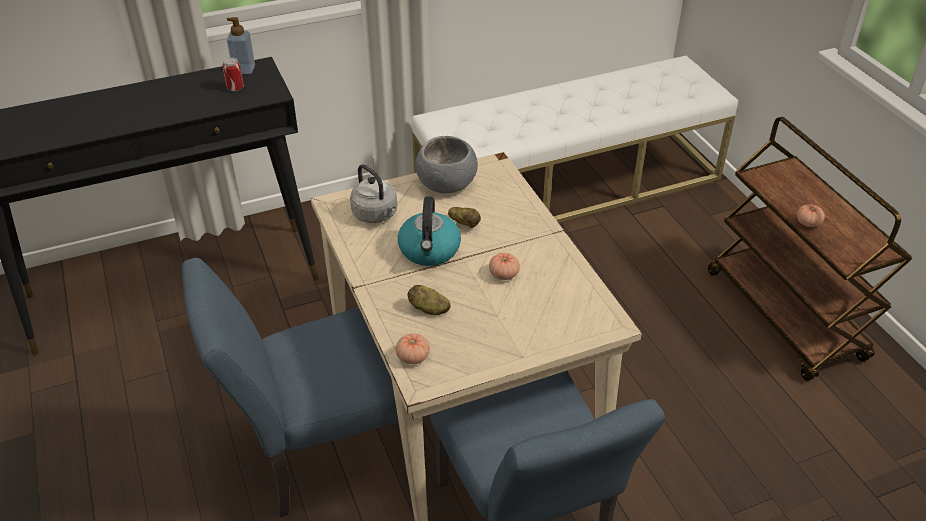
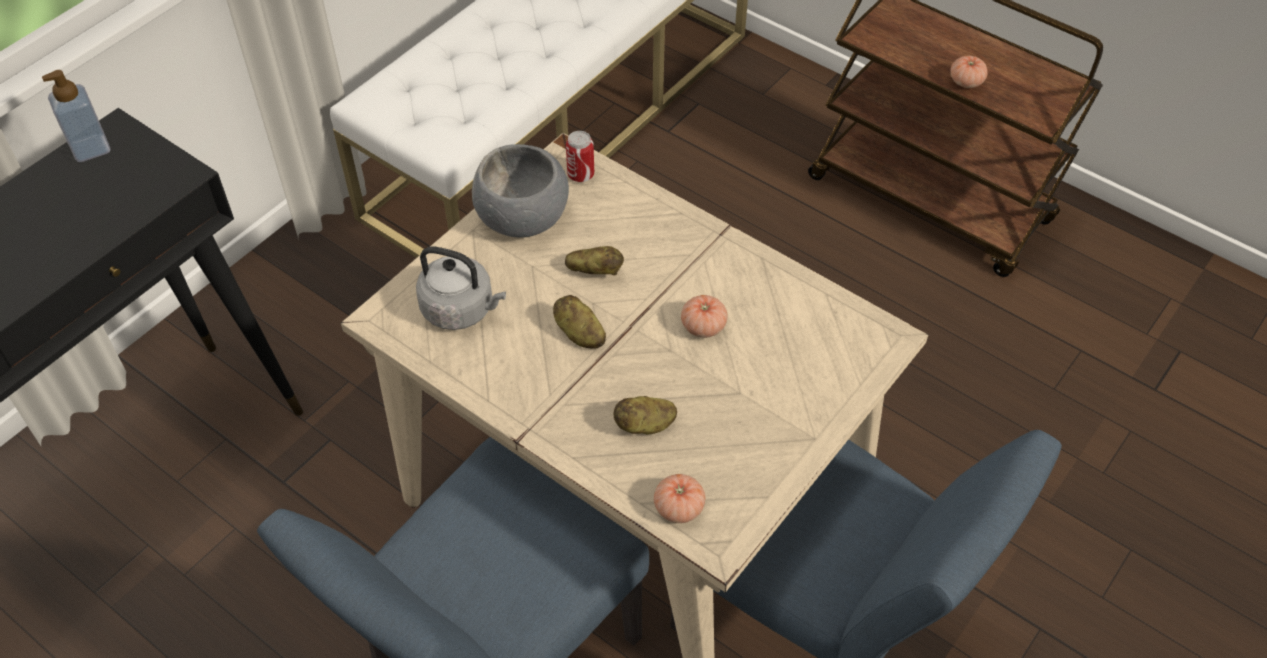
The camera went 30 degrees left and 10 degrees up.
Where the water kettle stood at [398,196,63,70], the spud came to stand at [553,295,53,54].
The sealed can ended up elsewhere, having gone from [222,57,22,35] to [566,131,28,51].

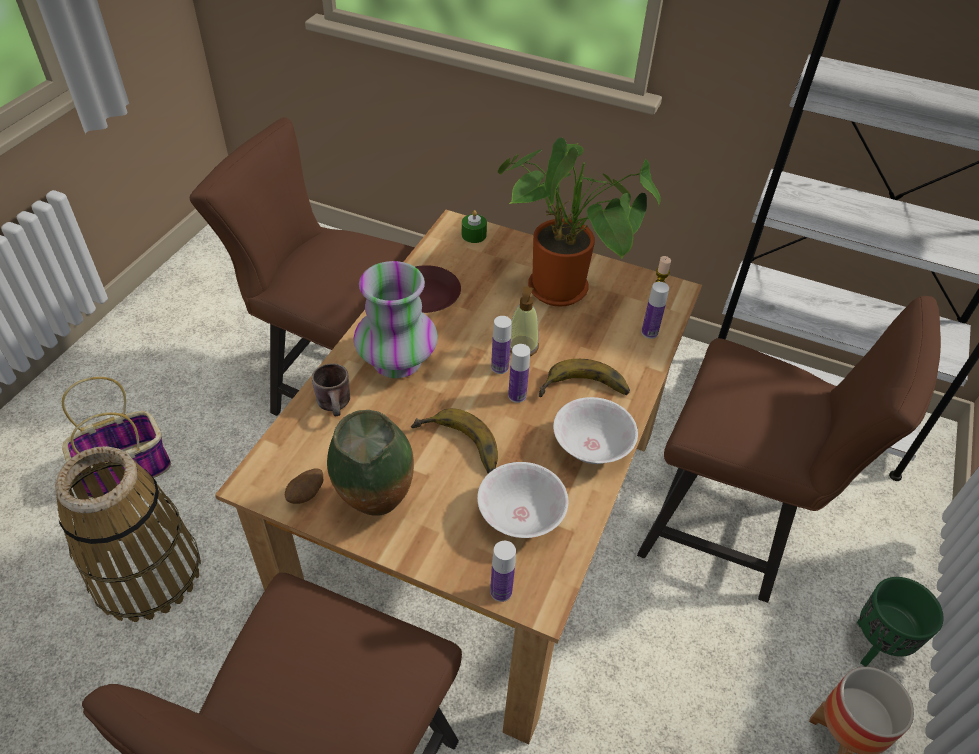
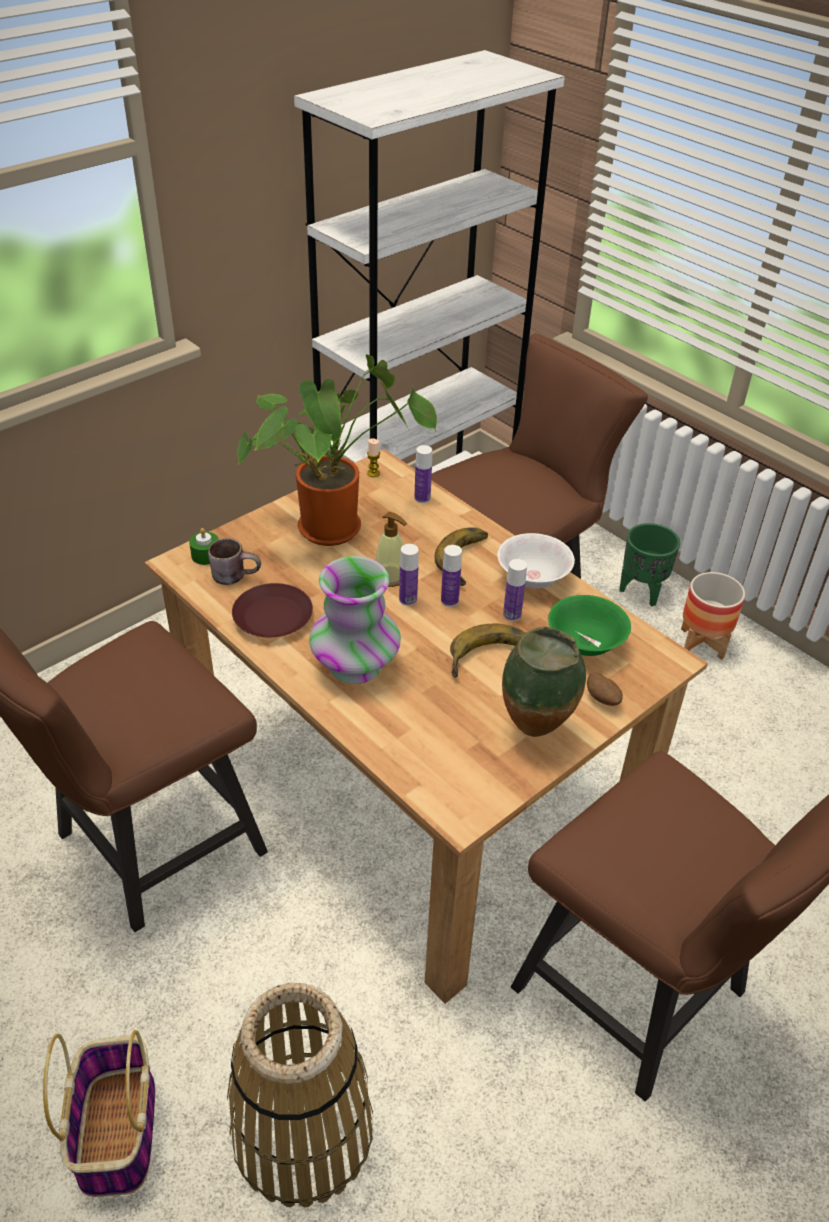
The camera went 65 degrees left and 5 degrees down.
The brownish coffee mug ended up elsewhere, having gone from [311,363,39,53] to [208,538,53,47].
The drink bottle ended up elsewhere, having gone from [490,541,26,61] to [503,559,24,62].
What was the white-coloured bowl at [477,462,91,76] turned into the green bowl at [548,595,83,61].
The spud ended up elsewhere, having gone from [285,468,38,36] to [587,672,36,34].

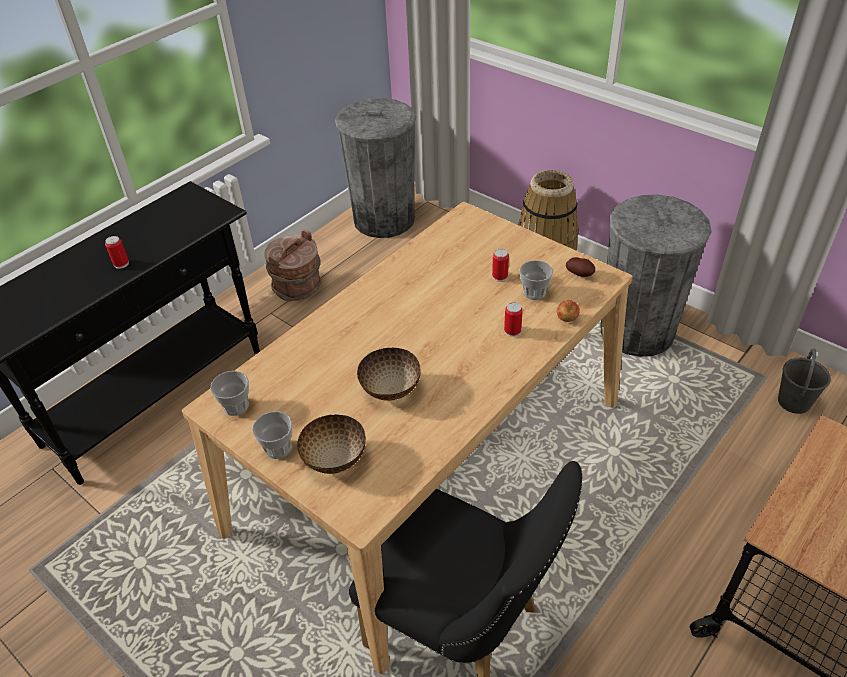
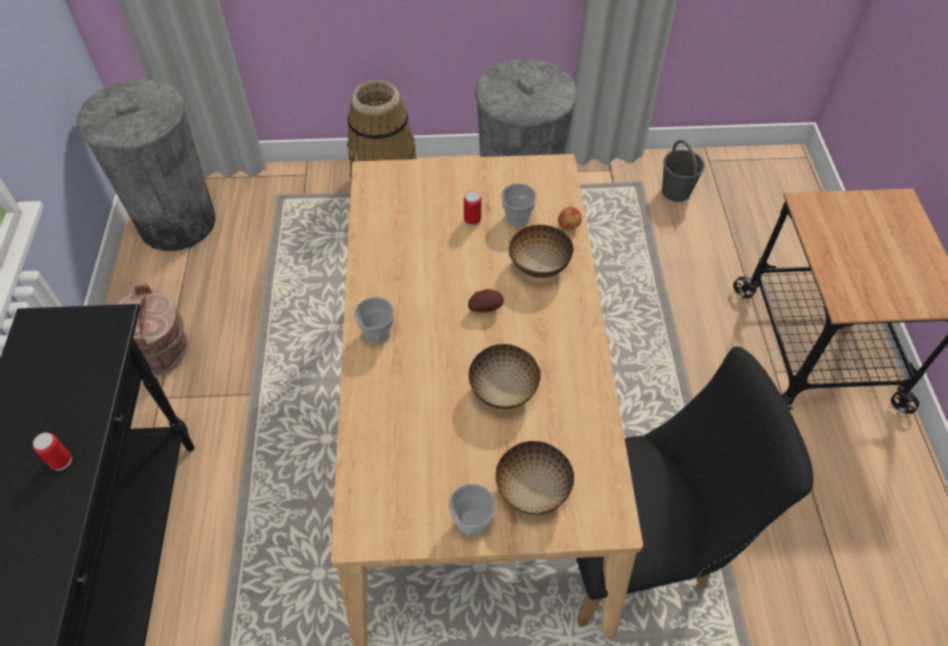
The camera went 45 degrees left and 10 degrees up.
The cup ended up elsewhere, having gone from [210,371,39,45] to [354,297,40,47].
The spud ended up elsewhere, having gone from [566,257,29,20] to [468,289,36,23].
Where the sealed can stood at [504,302,19,35], the bowl came to stand at [509,224,65,54].

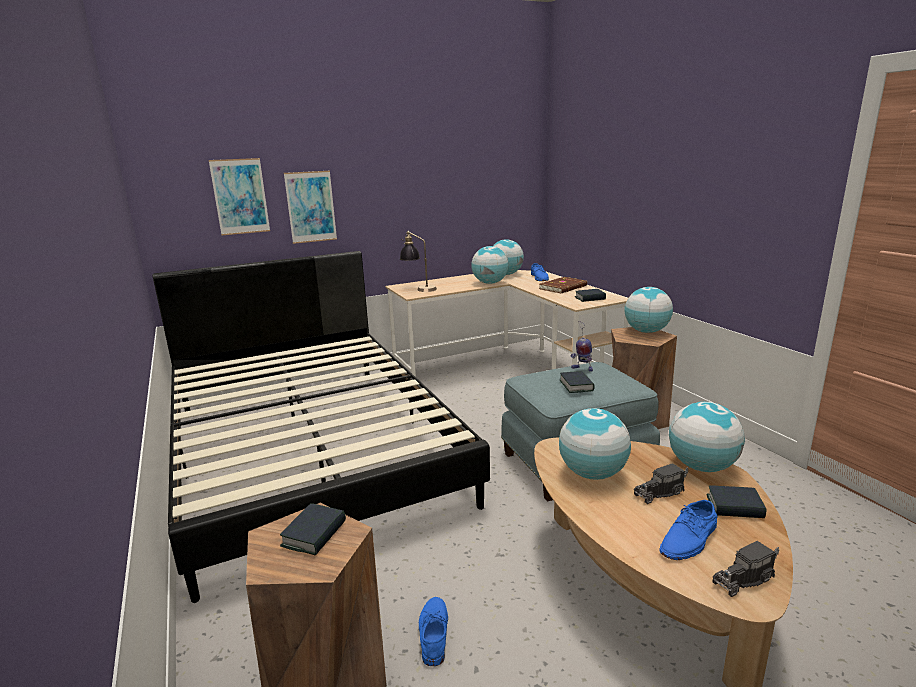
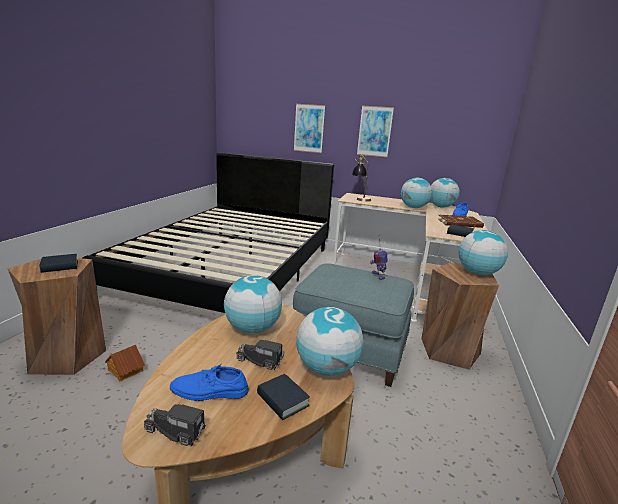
The camera went 40 degrees right and 0 degrees up.
Where the blue item of footwear stood at [419,597,29,69], the toy house came to stand at [105,345,40,37].
The picture ended up elsewhere, having gone from [209,158,61,77] to [357,105,37,52].
The second view lost the bound book at [560,371,35,22].

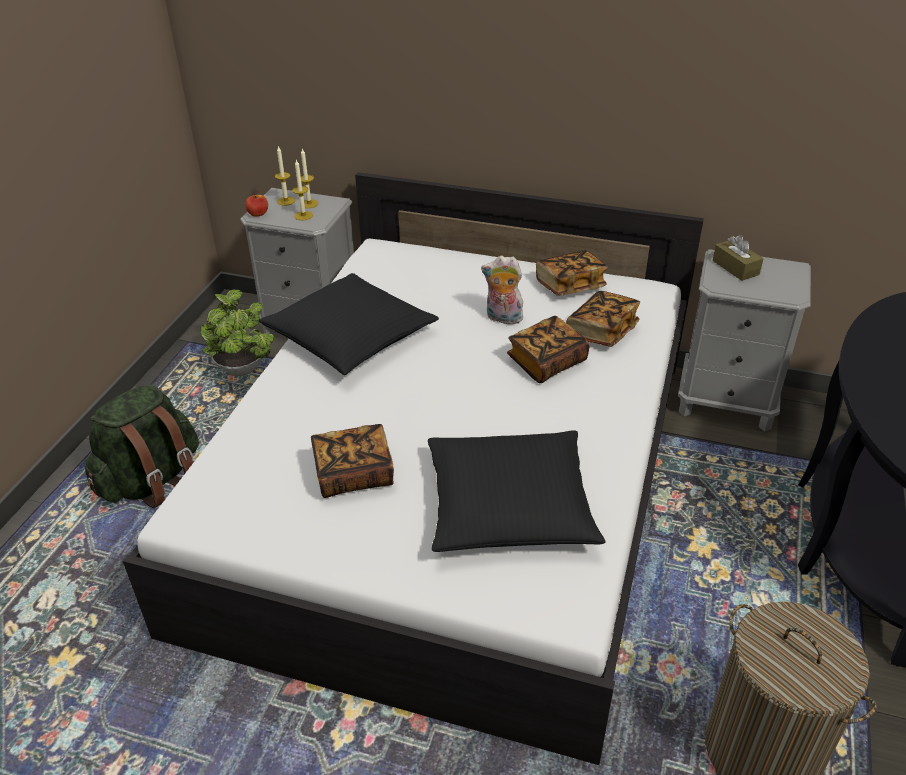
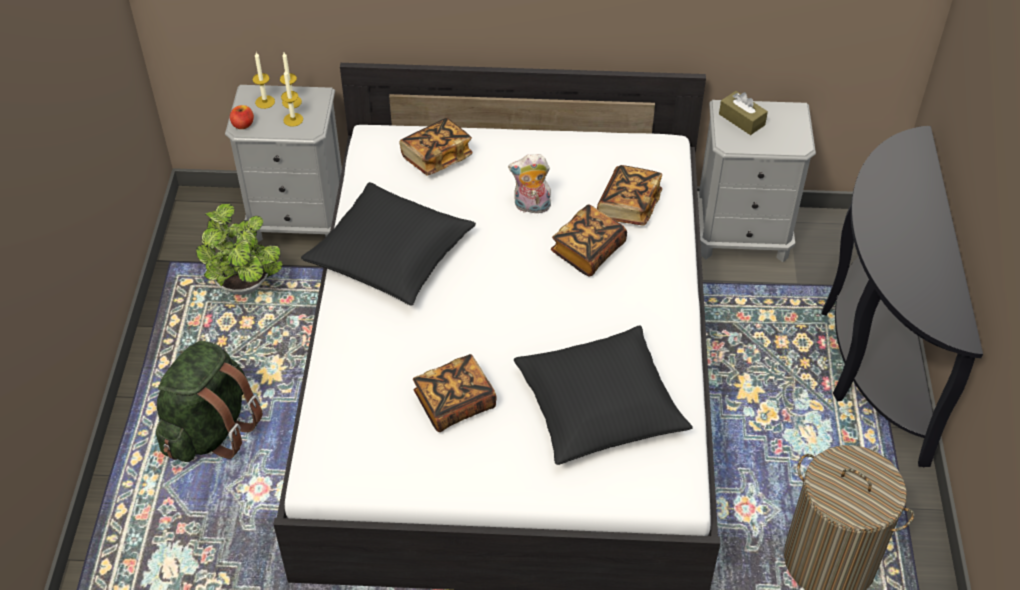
The camera went 15 degrees left and 10 degrees up.
The bound book ended up elsewhere, having gone from [536,250,72,46] to [399,118,74,57].

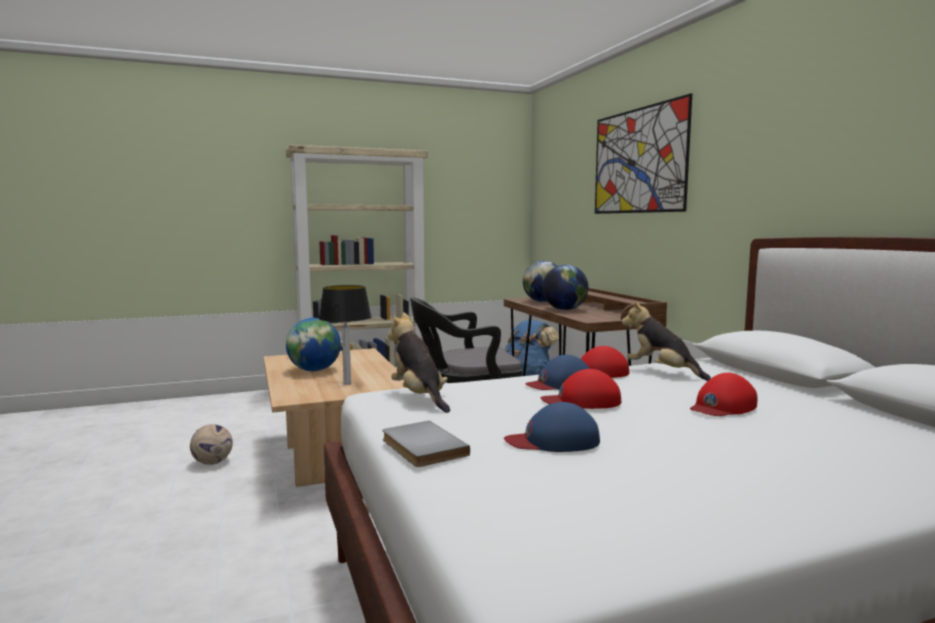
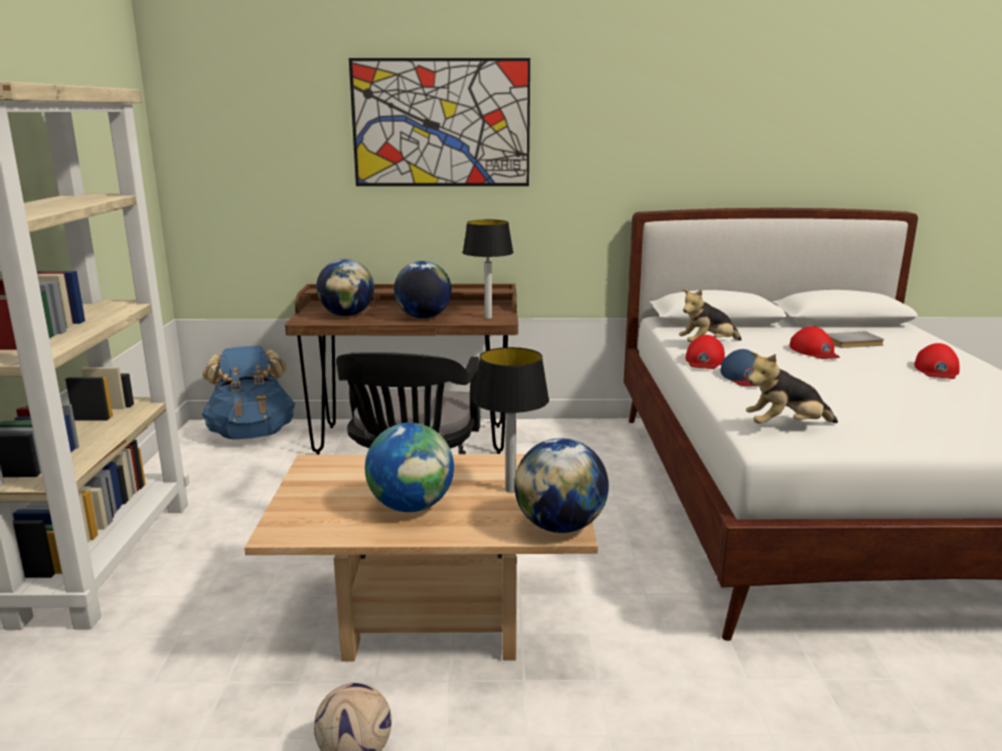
The camera went 70 degrees left and 10 degrees up.
The second view gained the lamp for a table at [462,219,52,100].
The second view gained the desk globe at [514,438,95,95].
The gray bound book ended up elsewhere, having gone from [382,421,88,46] to [827,331,57,17].
The red cap ended up elsewhere, having gone from [540,369,81,40] to [914,343,45,36].
The second view lost the blue cap at [504,402,96,50].

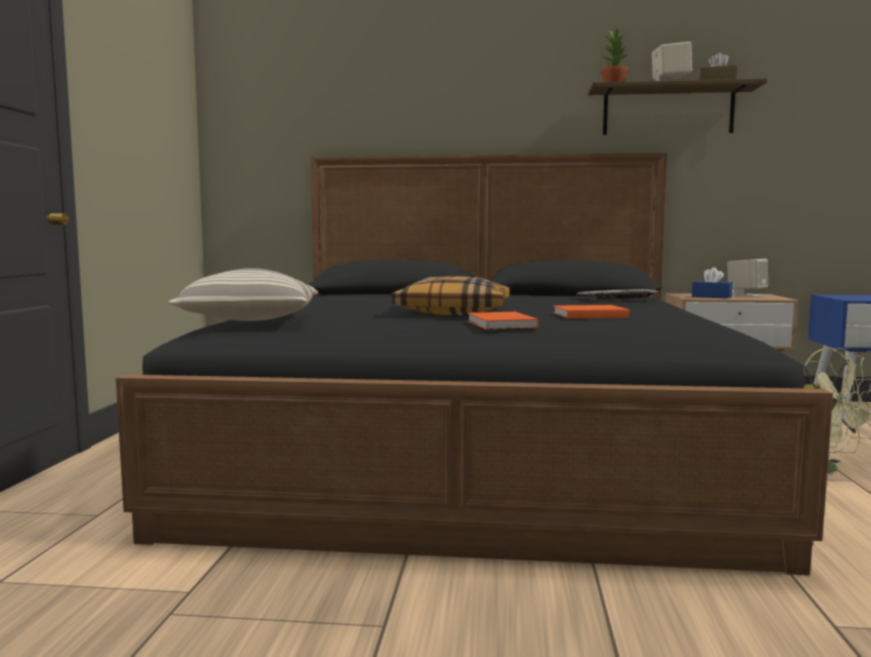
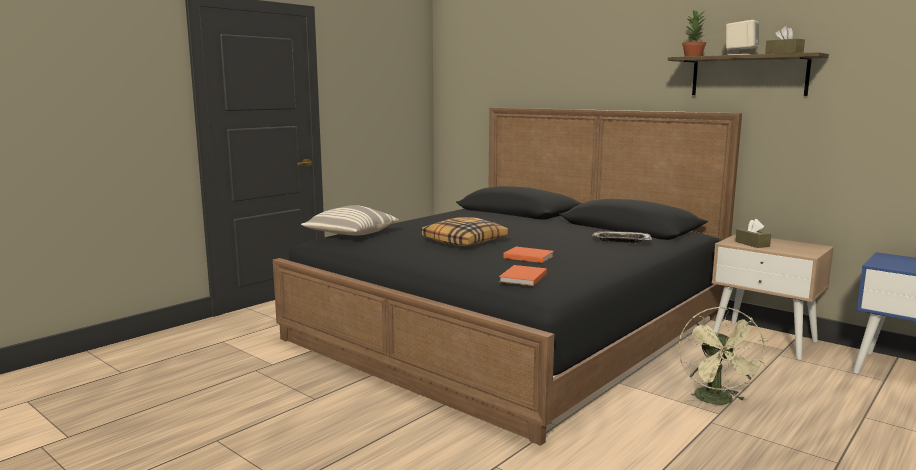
The camera went 35 degrees right and 5 degrees up.
The orange bound book ended up elsewhere, having gone from [467,312,71,18] to [499,265,48,21].
What was the blue tissue holder at [692,267,41,32] turned into the brownish tissue holder at [735,219,36,29].
The second view lost the sand-coloured audio speaker at [727,259,41,38].

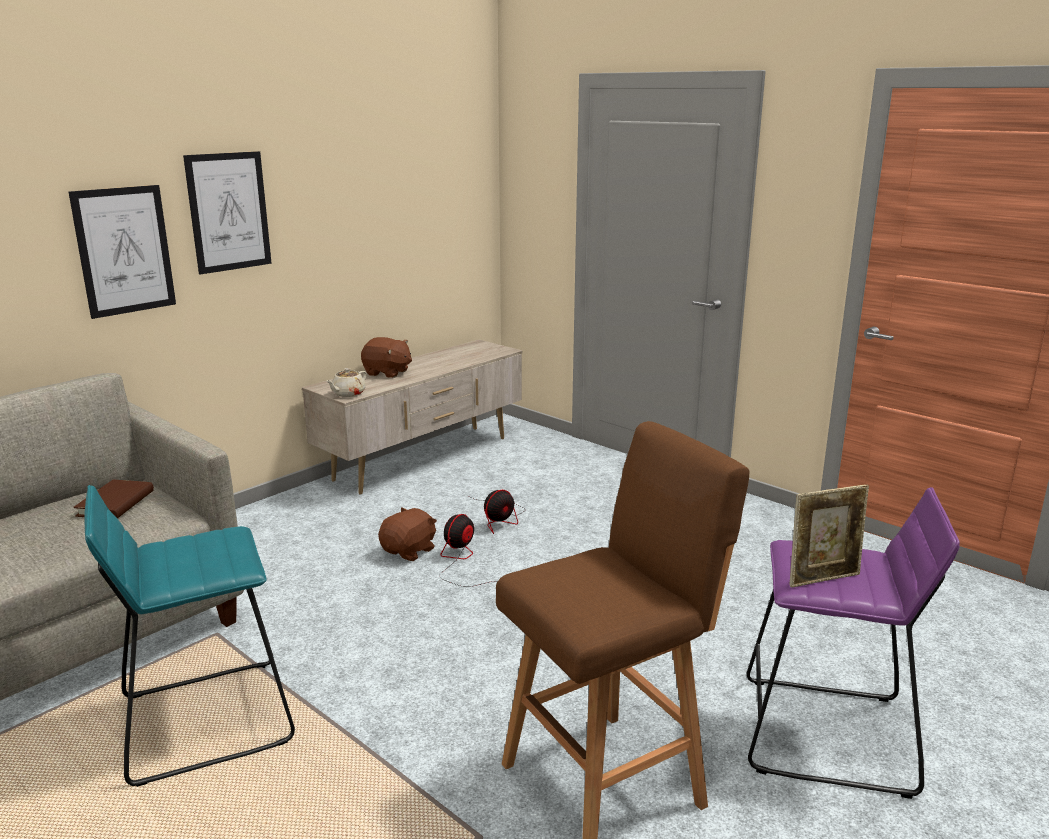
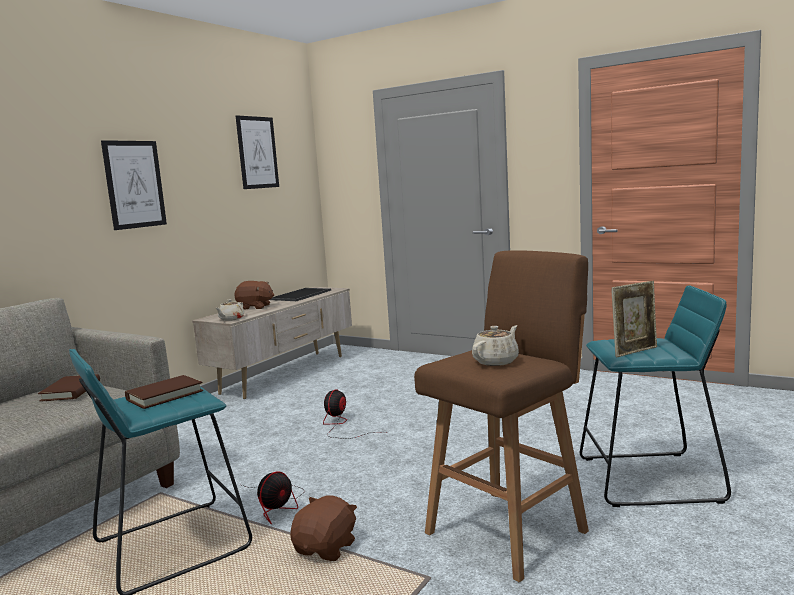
The camera went 10 degrees left and 10 degrees down.
The second view gained the brownish bound book at [125,375,78,34].
The picture ended up elsewhere, having gone from [69,185,107,134] to [236,116,43,73].
The cooling fan ended up elsewhere, having gone from [470,490,54,44] to [242,471,63,53].
The second view gained the serving tray at [270,288,61,13].
The brownish cuddly toy ended up elsewhere, having gone from [378,507,59,54] to [290,495,67,66].
The second view gained the sand-coloured tea pot at [472,325,47,41].
What was the purple stool at [747,487,213,312] turned into the blue-green stool at [580,285,151,222].

